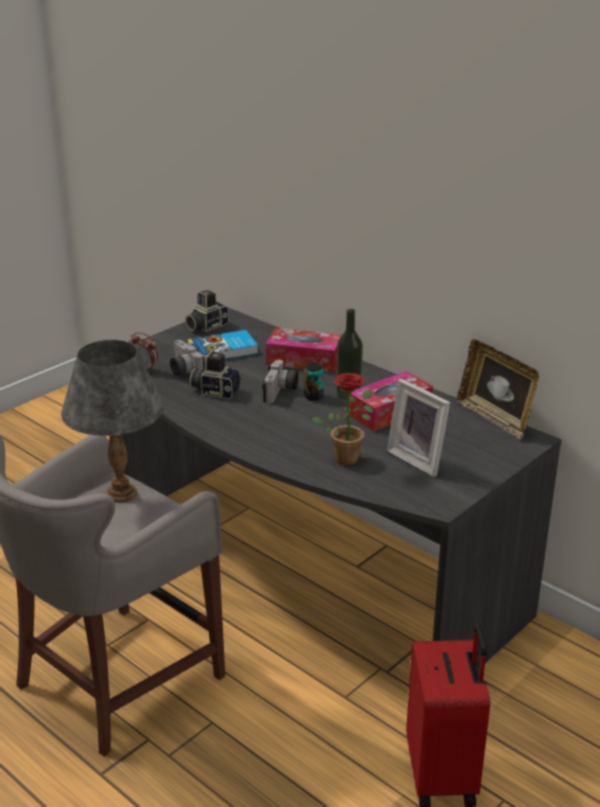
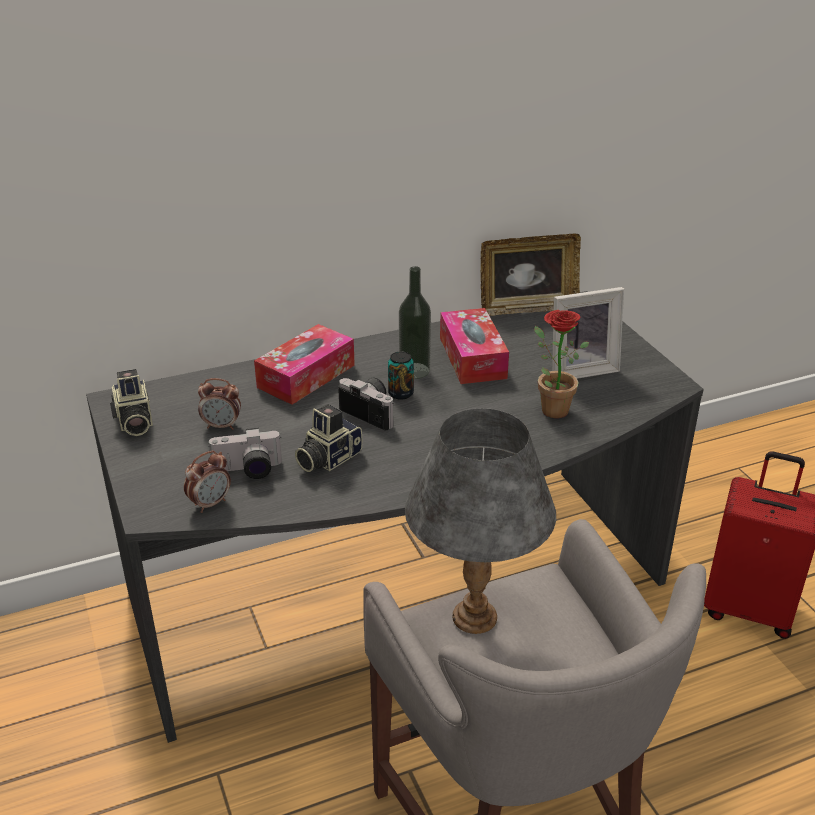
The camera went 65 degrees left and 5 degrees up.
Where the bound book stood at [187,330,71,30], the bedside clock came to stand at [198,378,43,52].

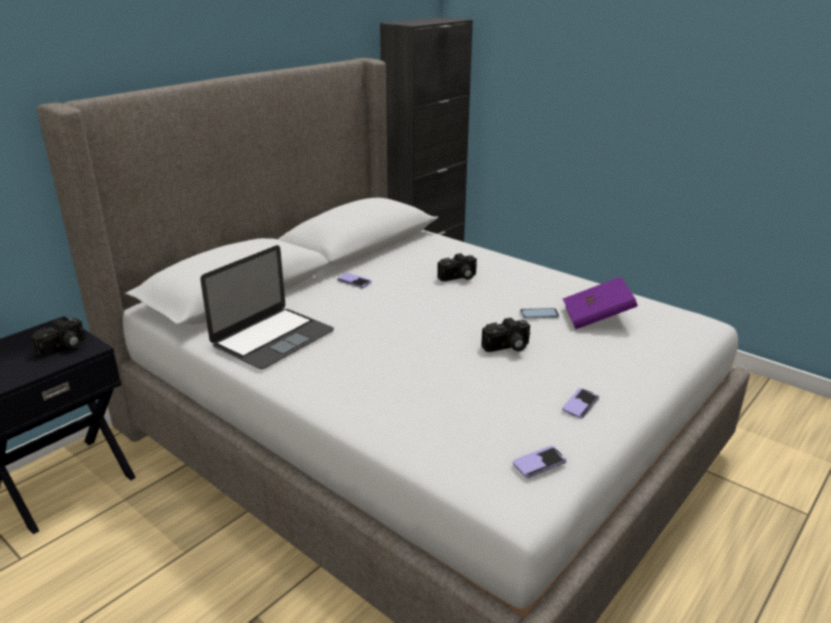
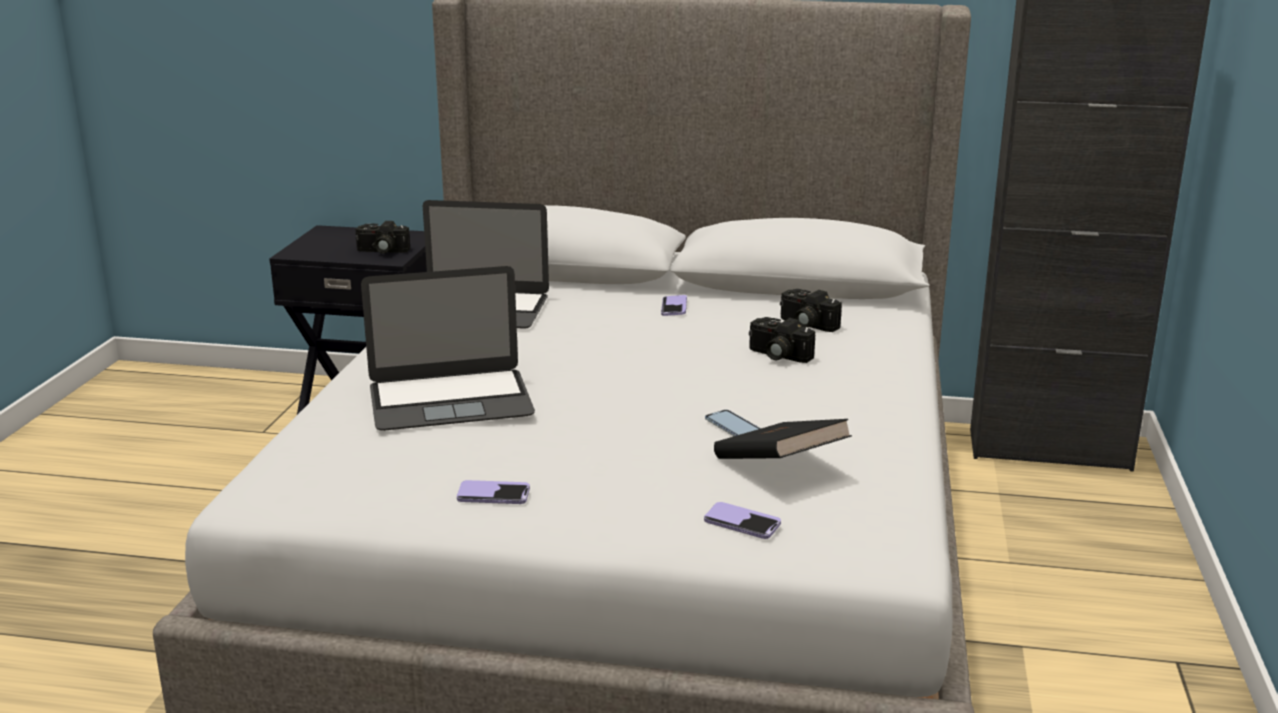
The camera went 60 degrees right and 5 degrees down.
The second view gained the notebook computer at [361,266,174,165].
The handset ended up elsewhere, having gone from [513,446,54,32] to [704,502,77,37].
What was the purple bound book at [563,277,75,52] turned into the black bound book at [714,419,138,40].
The still camera ended up elsewhere, having gone from [481,318,49,34] to [780,289,62,43].

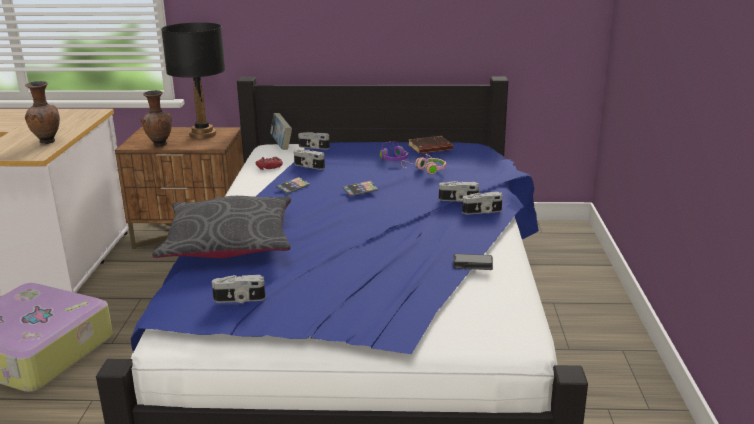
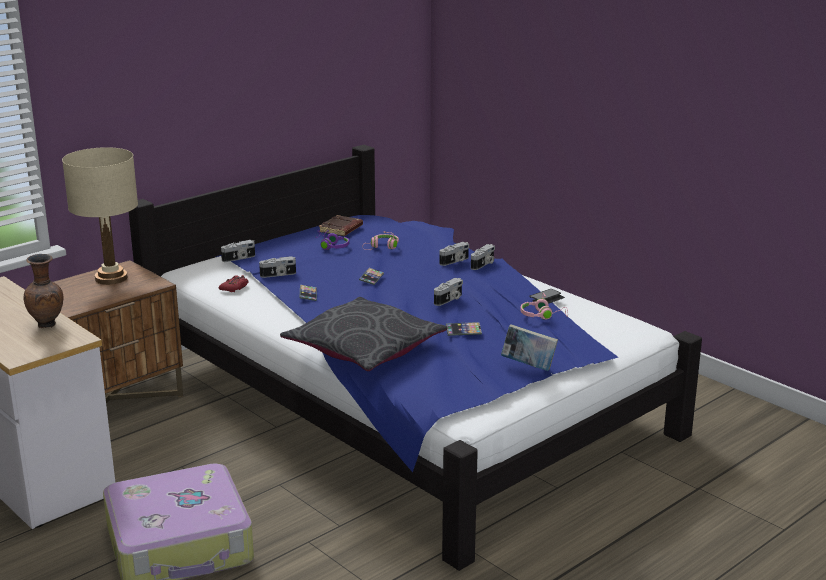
The camera went 45 degrees left and 0 degrees up.
What was the black lamp for a table at [161,22,64,117] turned into the sand-coloured lamp for a table at [62,147,76,138].
The still camera ended up elsewhere, having gone from [212,275,54,28] to [434,278,29,28].
The second view gained the handset at [446,322,36,14].
The bound book ended up elsewhere, having gone from [270,113,22,37] to [501,324,57,47].
The second view gained the pink headphones at [520,293,48,27].
The second view lost the brownish vase at [140,90,32,57].

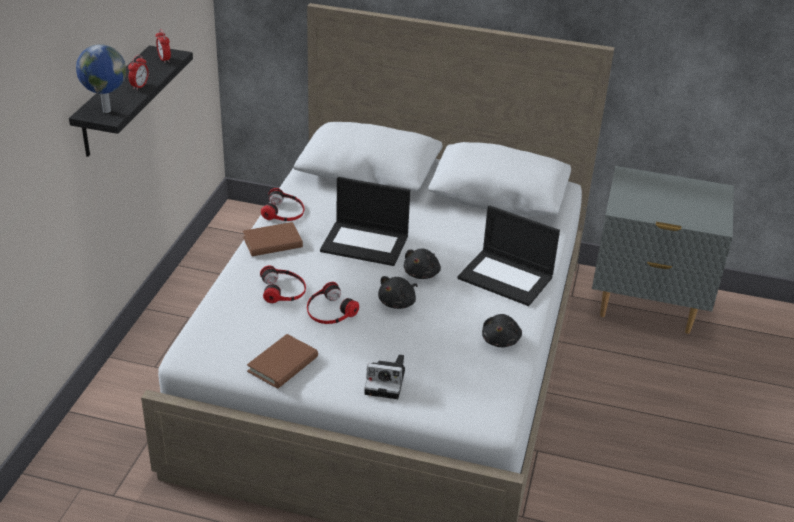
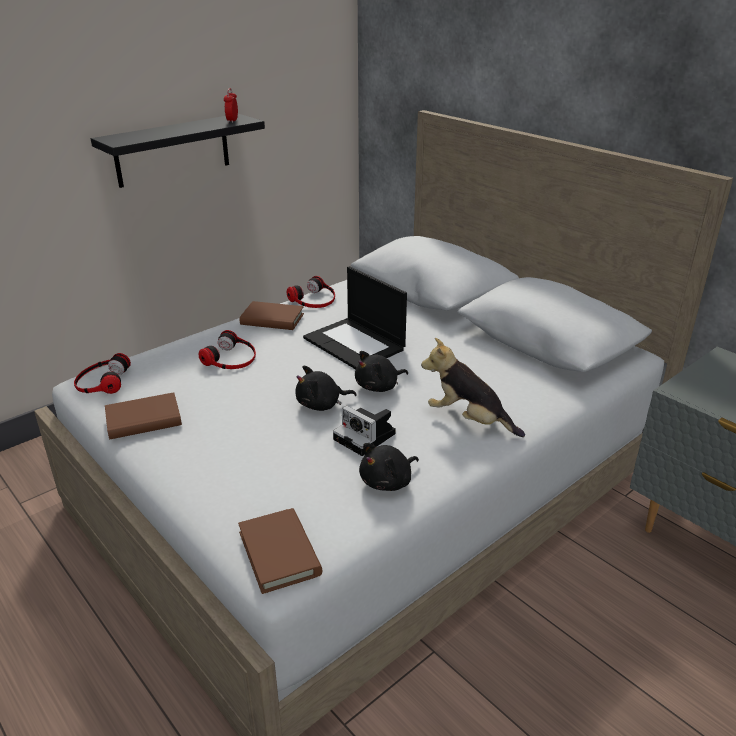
The camera went 35 degrees right and 5 degrees down.
The headphones ended up elsewhere, having gone from [307,282,52,42] to [74,353,57,41].
The second view gained the brownish bound book at [238,508,84,86].
The still camera ended up elsewhere, having gone from [364,354,41,45] to [333,406,63,50].
Where the notebook computer stood at [457,205,103,101], the cuddly toy came to stand at [421,338,104,99].
The second view lost the desk globe at [76,44,50,69].
The second view lost the bedside clock at [128,55,20,35].

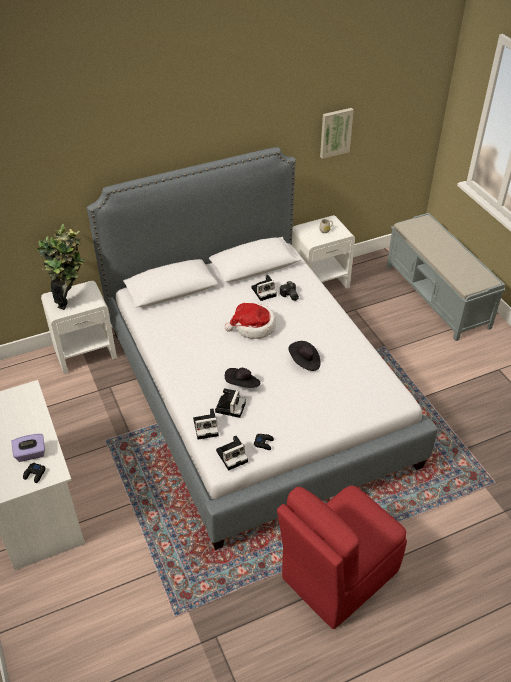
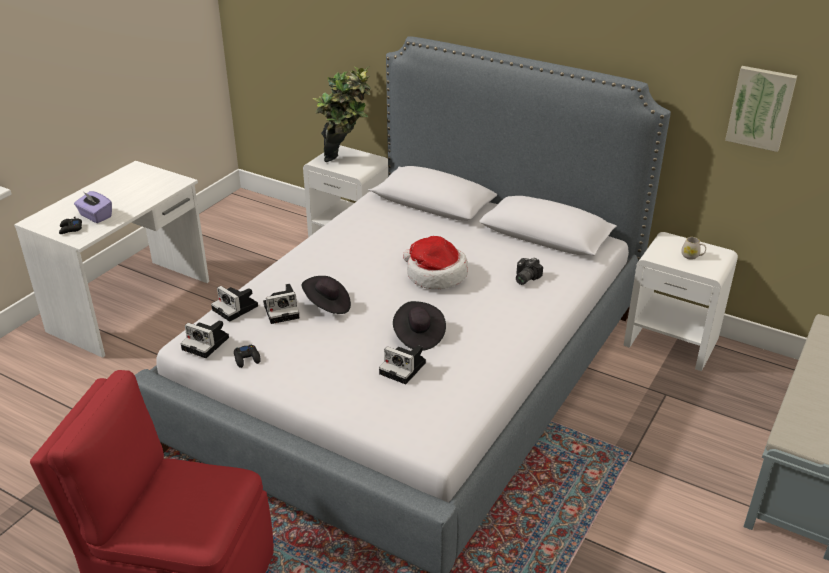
The camera went 55 degrees right and 10 degrees down.
The still camera ended up elsewhere, having gone from [252,275,25,26] to [379,345,47,39].

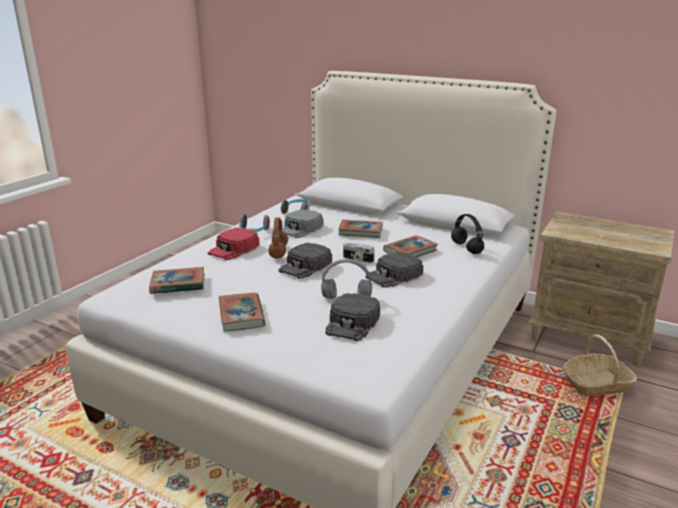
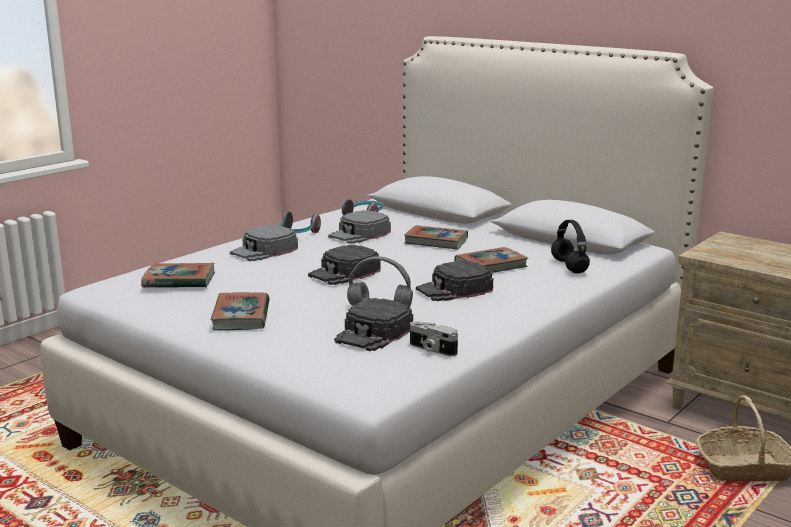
The camera went 10 degrees right and 5 degrees down.
What was the red cap at [208,227,52,33] turned into the gray cap at [230,225,68,36].
The still camera ended up elsewhere, having gone from [343,243,31,20] to [410,321,48,35].
The second view lost the brownish headphones at [268,217,20,42].

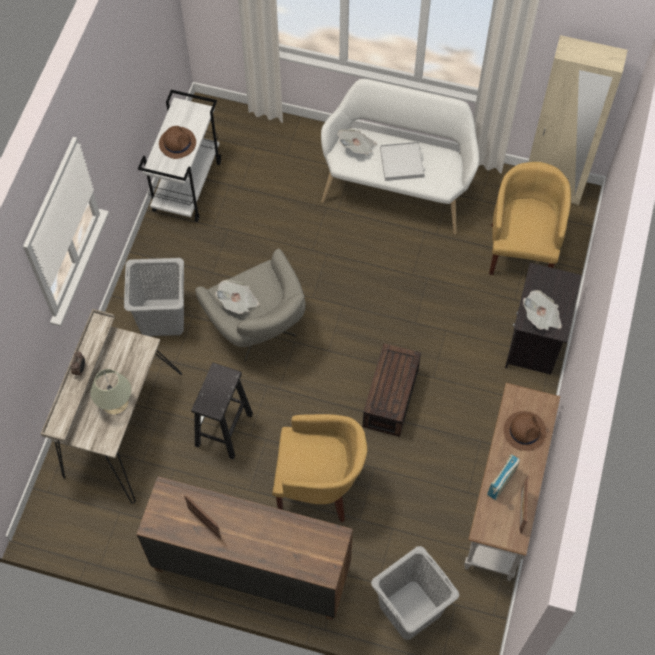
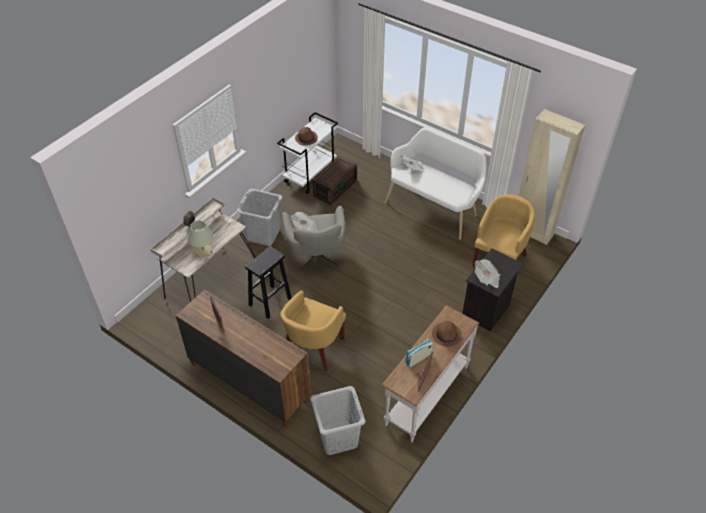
The camera went 20 degrees right and 15 degrees down.
The yellow lounge chair at [272,414,95,109] ended up facing another way, 90 degrees clockwise from before.
The brownish storage bin ended up elsewhere, having gone from [363,343,58,94] to [312,156,45,49].
The second view lost the white-coloured serving tray at [380,142,44,39].

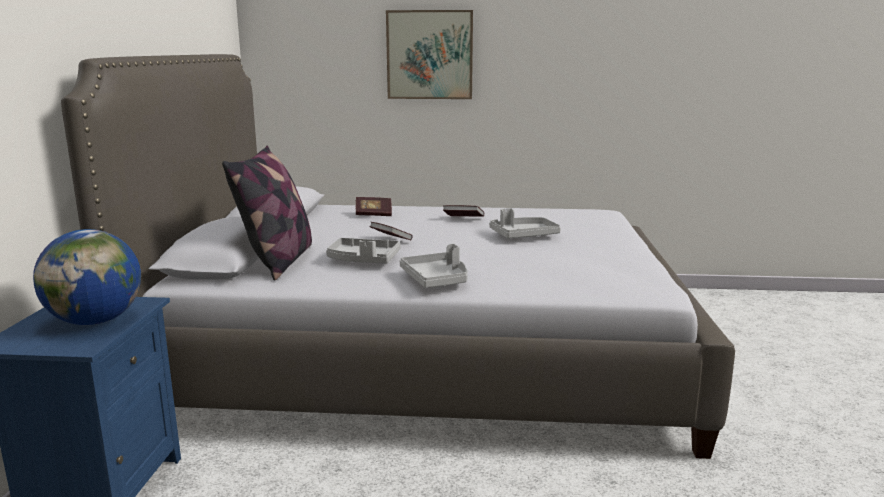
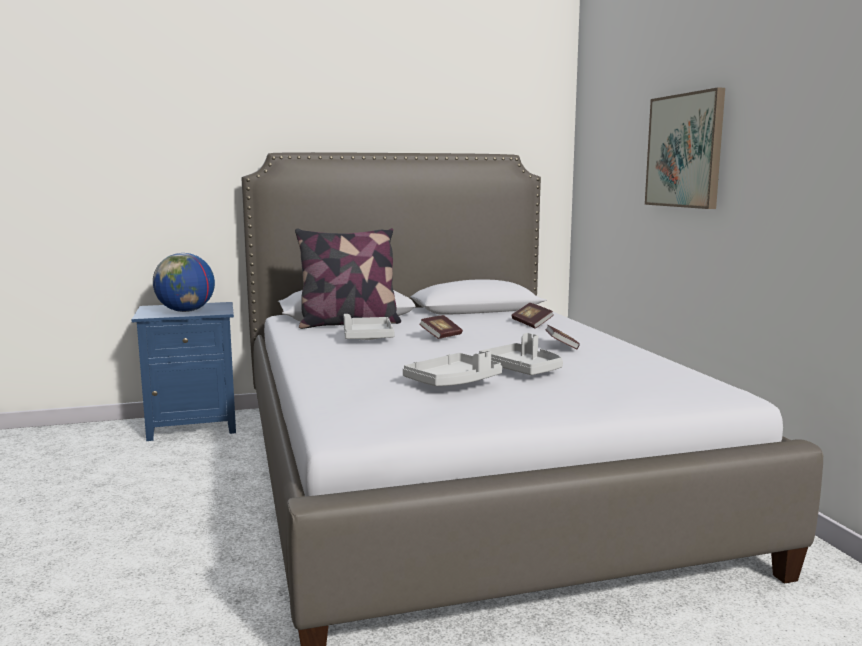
The camera went 70 degrees right and 5 degrees down.
The gray serving tray ended up elsewhere, having gone from [400,243,68,45] to [403,351,99,35].

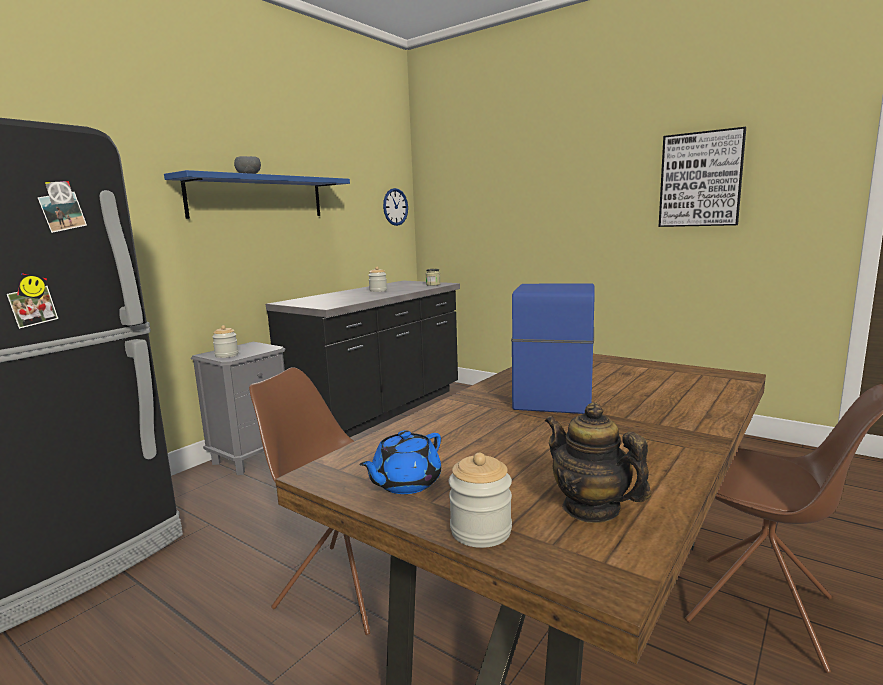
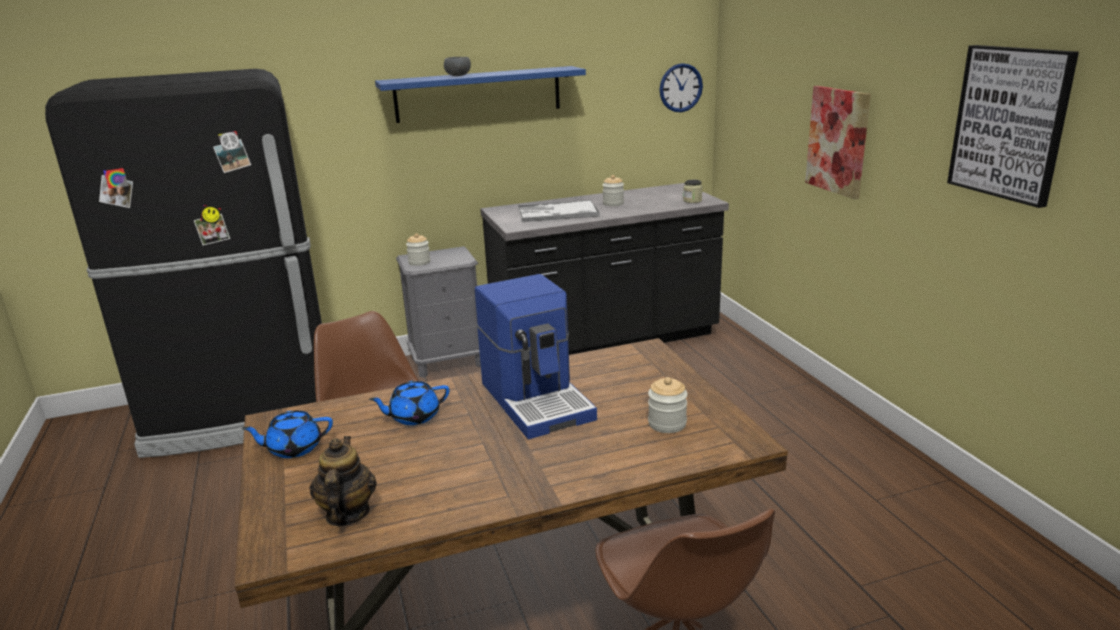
The camera went 35 degrees right and 10 degrees up.
The second view gained the blue tea pot at [369,381,81,44].
The coffee brewer at [511,283,84,131] ended up facing another way, 105 degrees clockwise from before.
The second view gained the serving tray at [518,200,82,22].
The jar ended up elsewhere, having gone from [448,453,64,95] to [648,377,40,56].
The second view gained the picture at [805,86,66,113].

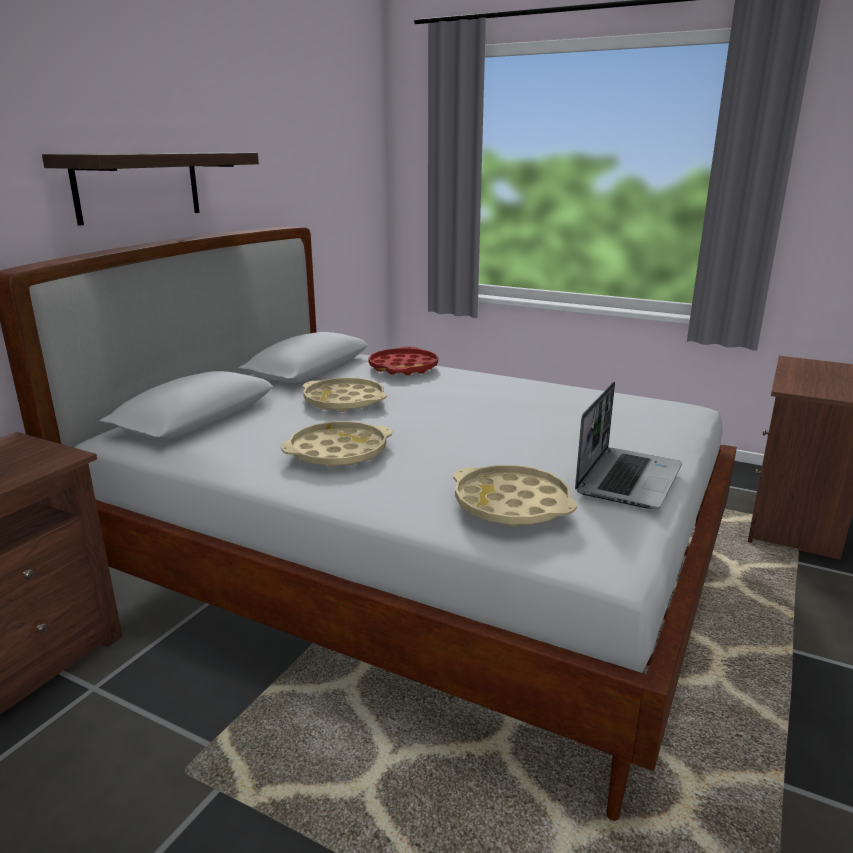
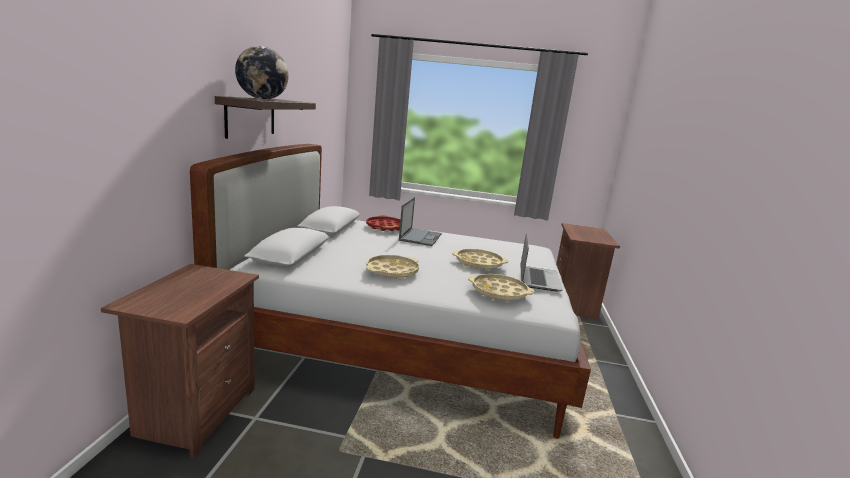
The camera went 20 degrees left and 5 degrees down.
The second view gained the desk globe at [235,46,54,54].
The second view gained the notebook computer at [399,197,43,49].
The sand-coloured serving tray ended up elsewhere, having gone from [303,378,84,34] to [452,249,56,21].

